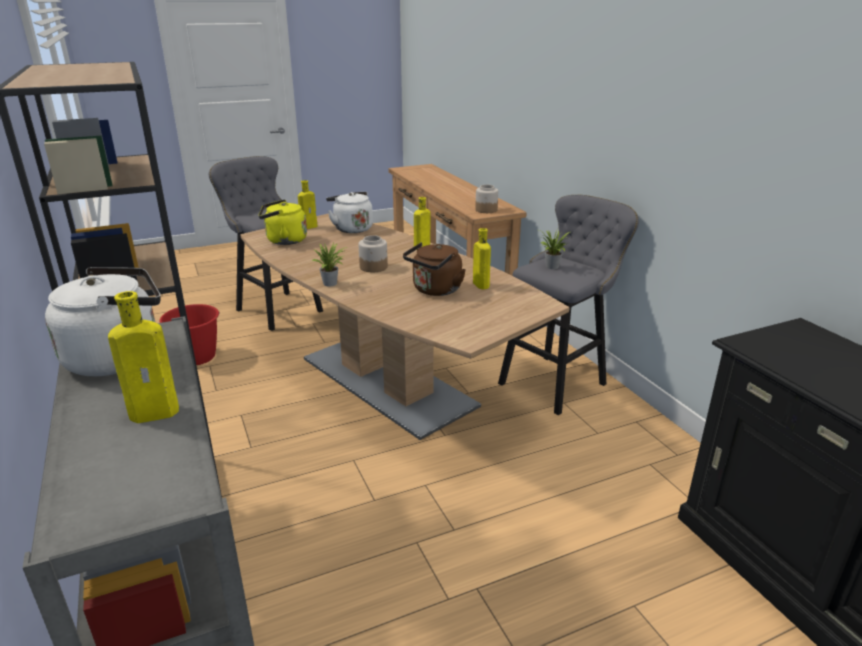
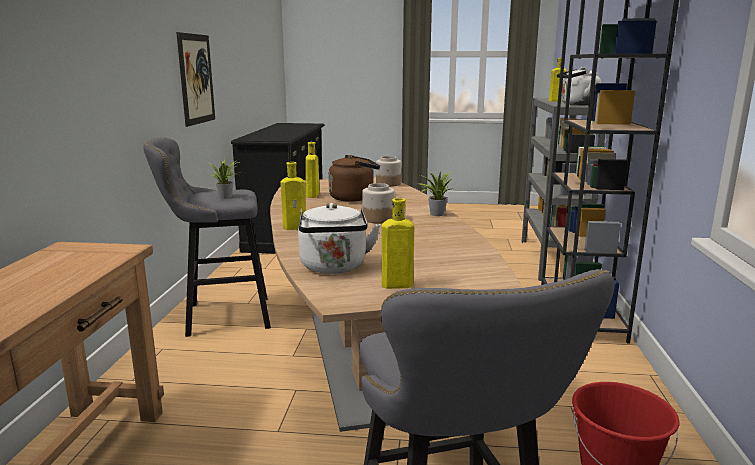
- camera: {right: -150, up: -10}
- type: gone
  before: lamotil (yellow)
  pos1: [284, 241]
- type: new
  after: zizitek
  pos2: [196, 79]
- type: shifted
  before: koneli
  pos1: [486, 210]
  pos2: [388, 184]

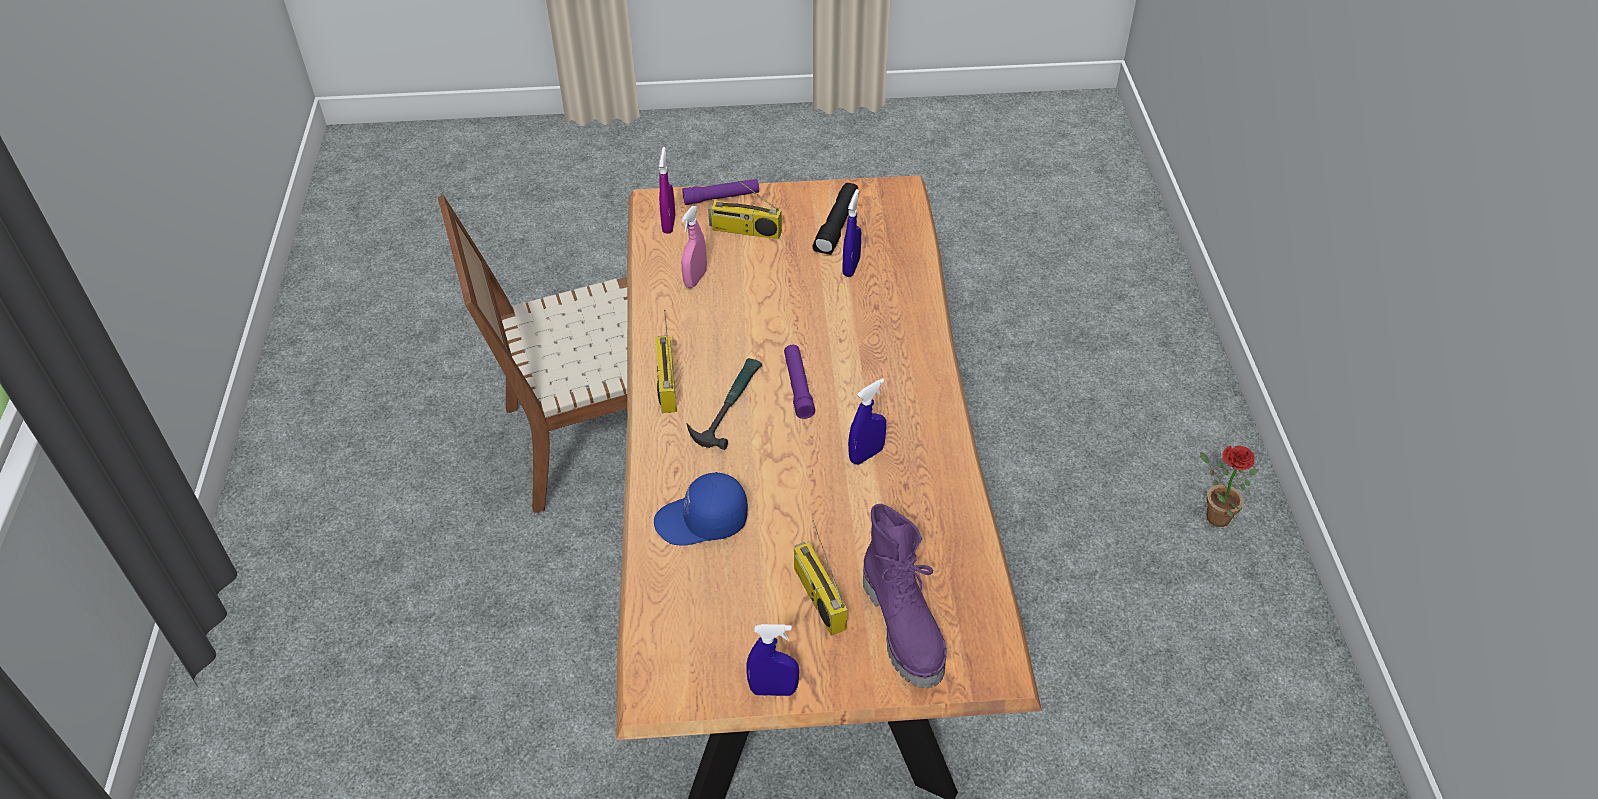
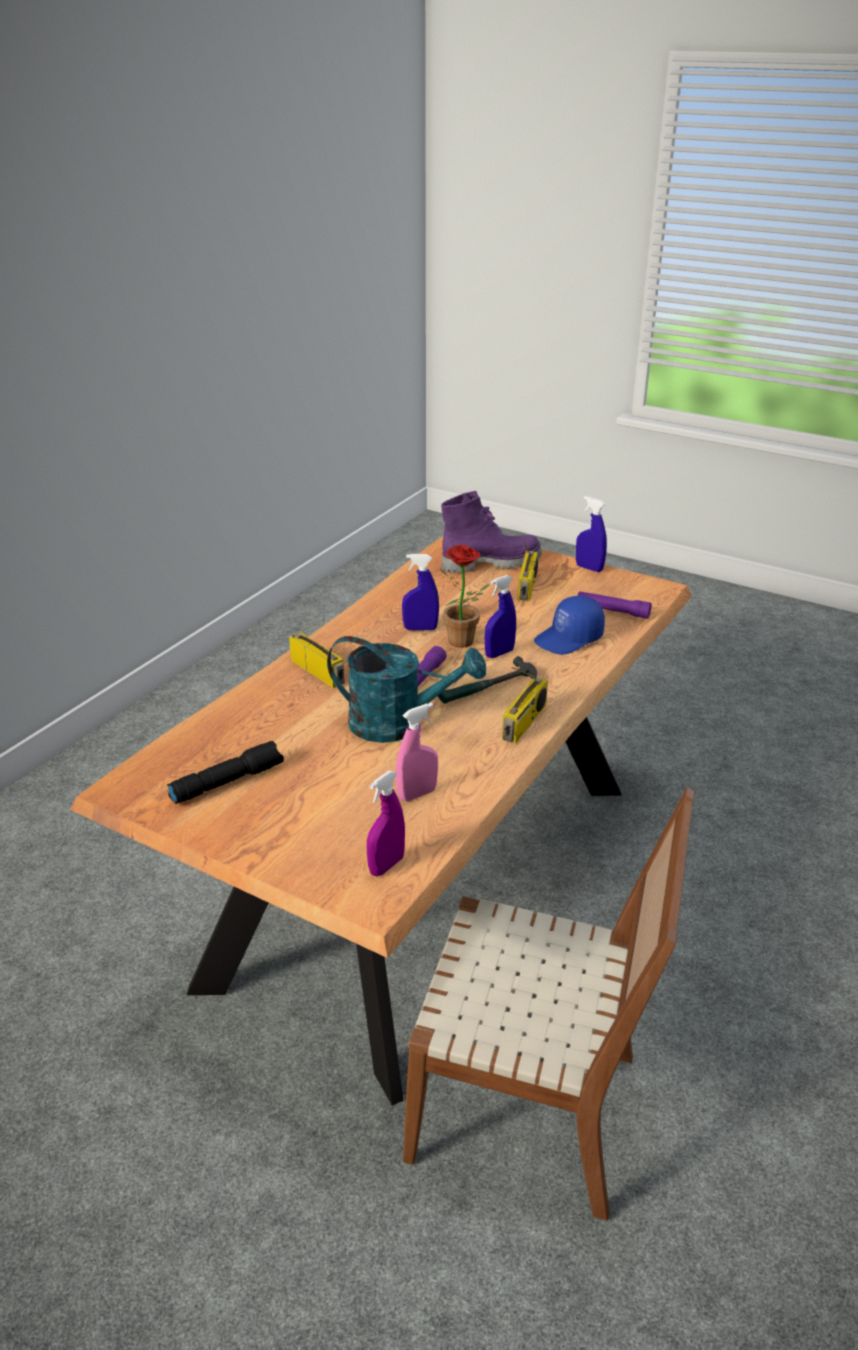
- camera: {right: -145, up: -15}
- type: new
  after: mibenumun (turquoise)
  pos2: [399, 724]
- type: shifted
  before: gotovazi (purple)
  pos1: [721, 197]
  pos2: [612, 611]
- type: shifted
  before: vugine
  pos1: [745, 231]
  pos2: [319, 672]
- type: shifted
  before: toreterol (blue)
  pos1: [851, 267]
  pos2: [499, 653]
- type: shifted
  before: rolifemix
  pos1: [1212, 515]
  pos2: [463, 644]
- type: rotated
  before: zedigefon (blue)
  pos1: [702, 521]
  pos2: [569, 639]
  turn: 120
- type: rotated
  before: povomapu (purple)
  pos1: [904, 627]
  pos2: [491, 563]
  turn: 60

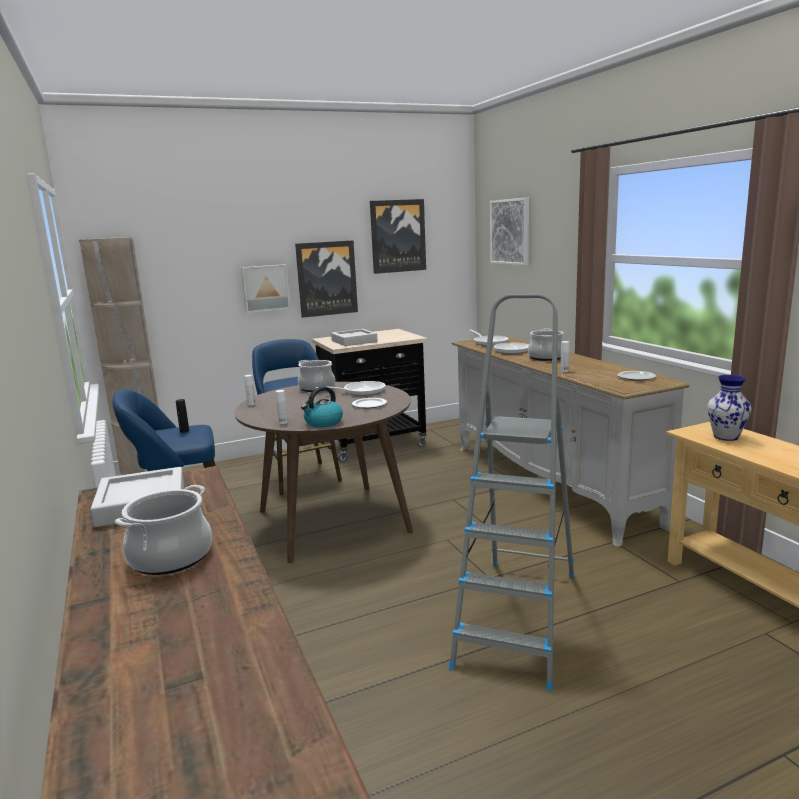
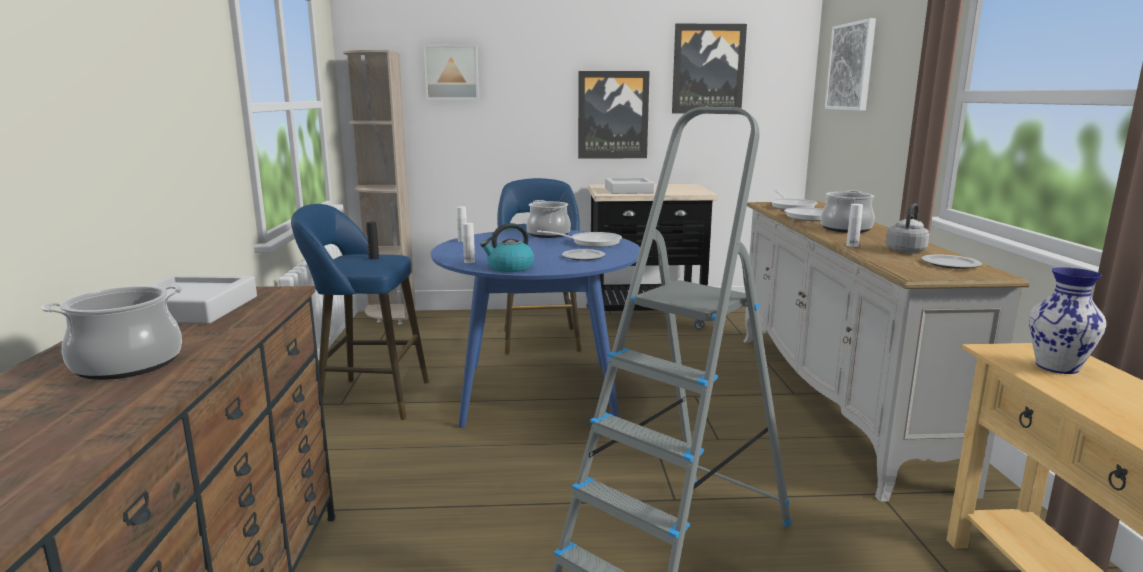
- camera: {right: 20, up: 0}
- type: new
  after: lamotil (grey)
  pos2: [906, 250]
- type: shifted
  before: zizitek
  pos1: [265, 288]
  pos2: [451, 72]
- type: repainted
  before: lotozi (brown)
  after: lotozi (blue)
  pos1: [333, 521]
  pos2: [538, 393]

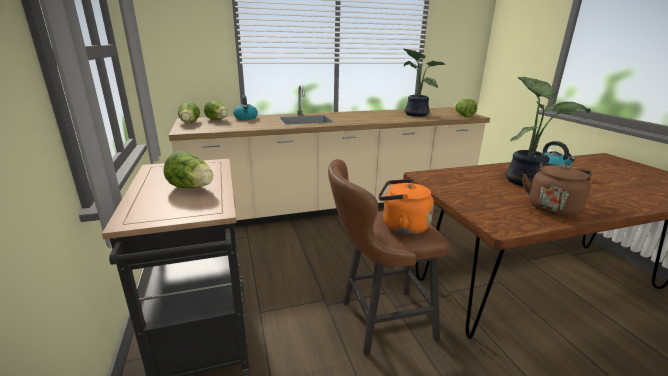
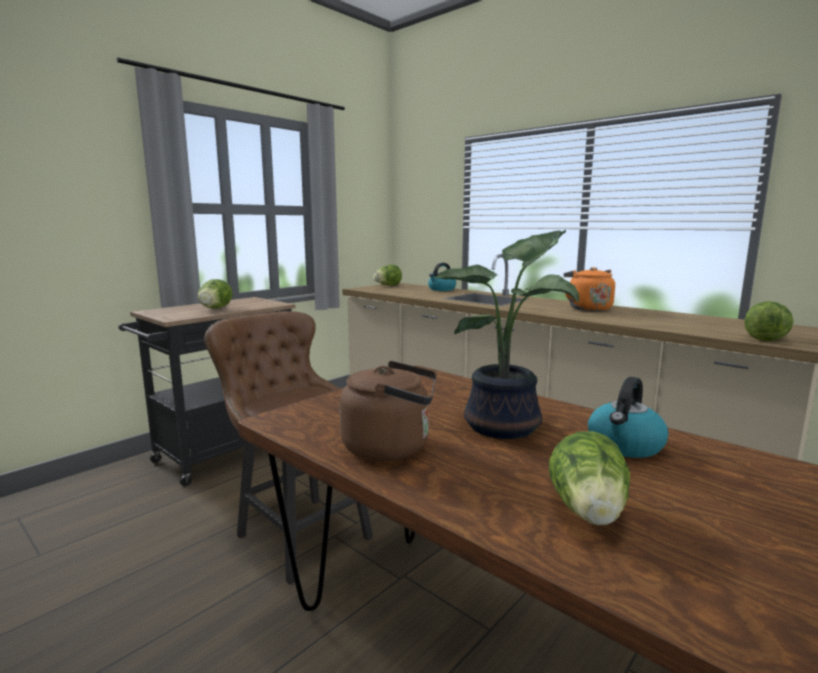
- camera: {right: 60, up: -10}
- type: gone
  before: rolifemix
  pos1: [414, 114]
- type: shifted
  before: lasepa
  pos1: [218, 120]
  pos2: [589, 513]
- type: shifted
  before: lamotil (orange)
  pos1: [402, 226]
  pos2: [587, 308]

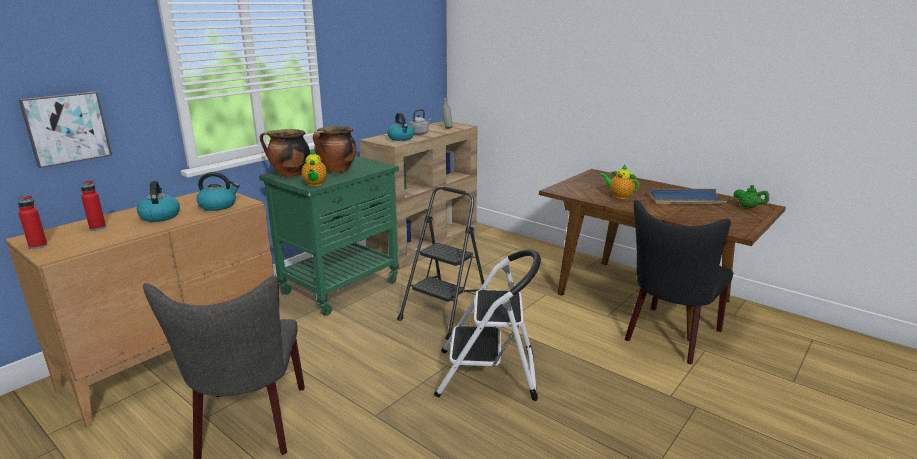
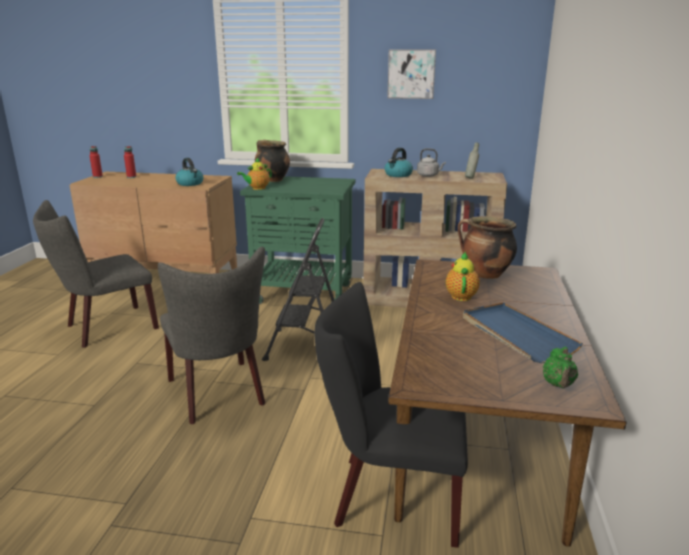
- camera: {right: 60, up: 0}
- type: gone
  before: lamotil
  pos1: [160, 216]
- type: shifted
  before: zizitek
  pos1: [66, 128]
  pos2: [411, 74]
- type: shifted
  before: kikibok
  pos1: [337, 171]
  pos2: [484, 275]
- type: swapped
  before: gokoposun
  after: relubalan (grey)
  pos1: [490, 375]
  pos2: [219, 394]

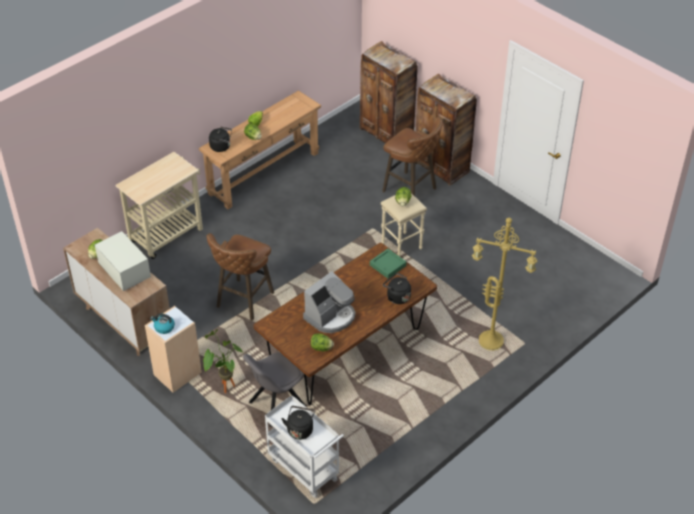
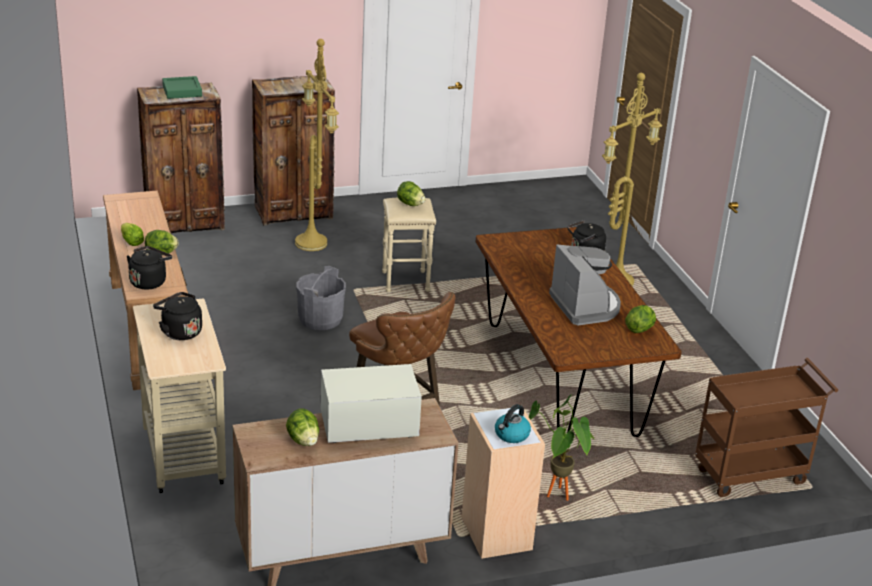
- camera: {right: -65, up: -15}
- type: gone
  before: relubalan (grey)
  pos1: [276, 404]
- type: new
  after: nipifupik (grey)
  pos2: [320, 319]
- type: shifted
  before: lamotil (black)
  pos1: [300, 429]
  pos2: [179, 332]
- type: shifted
  before: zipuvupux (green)
  pos1: [387, 265]
  pos2: [182, 91]
- type: swapped
  before: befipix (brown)
  after: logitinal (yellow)
  pos1: [411, 191]
  pos2: [313, 243]
- type: repainted
  before: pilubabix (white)
  after: pilubabix (brown)
  pos1: [305, 471]
  pos2: [752, 477]

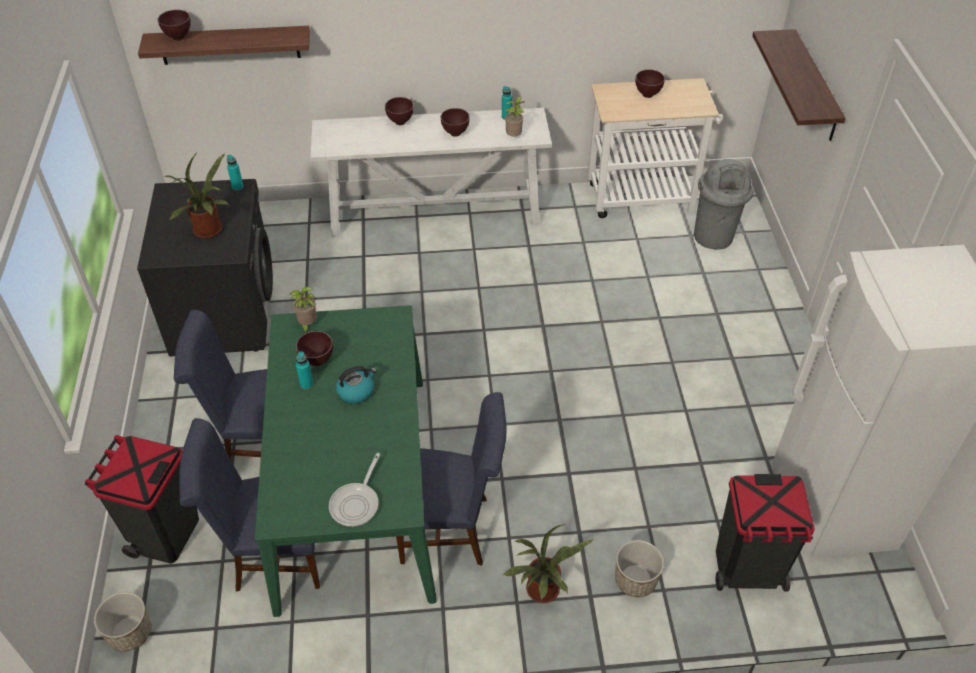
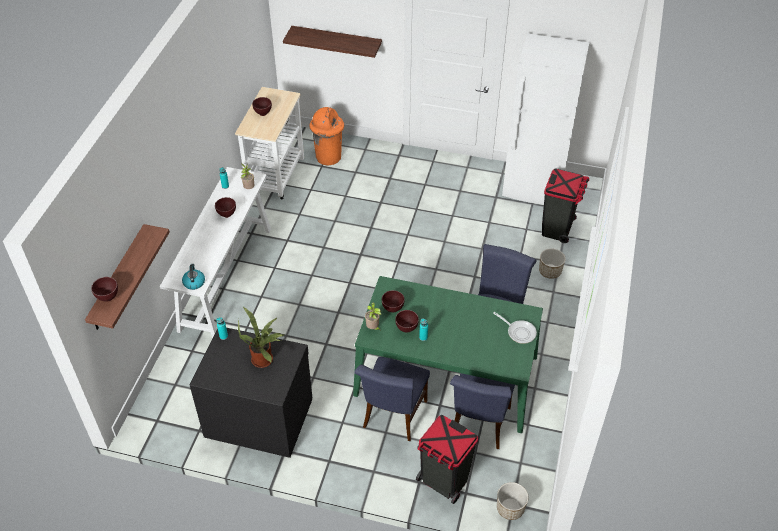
- camera: {right: -70, up: 0}
- type: gone
  before: rolifemix
  pos1: [543, 593]
- type: shifted
  before: lamotil
  pos1: [356, 391]
  pos2: [194, 282]
- type: shifted
  before: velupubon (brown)
  pos1: [399, 122]
  pos2: [393, 310]
- type: repainted
  before: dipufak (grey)
  after: dipufak (orange)
  pos1: [714, 237]
  pos2: [328, 157]

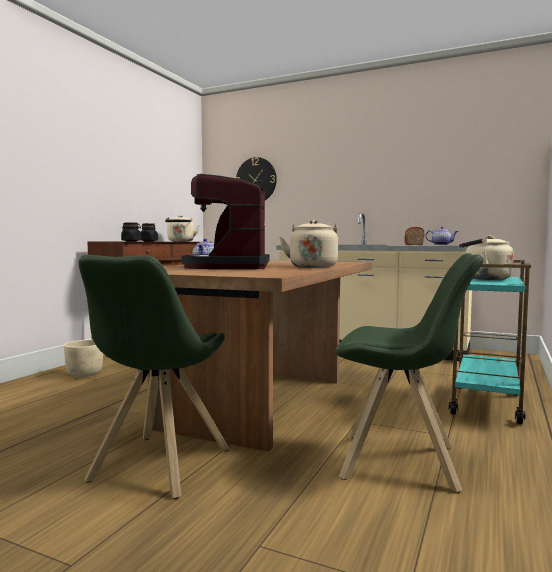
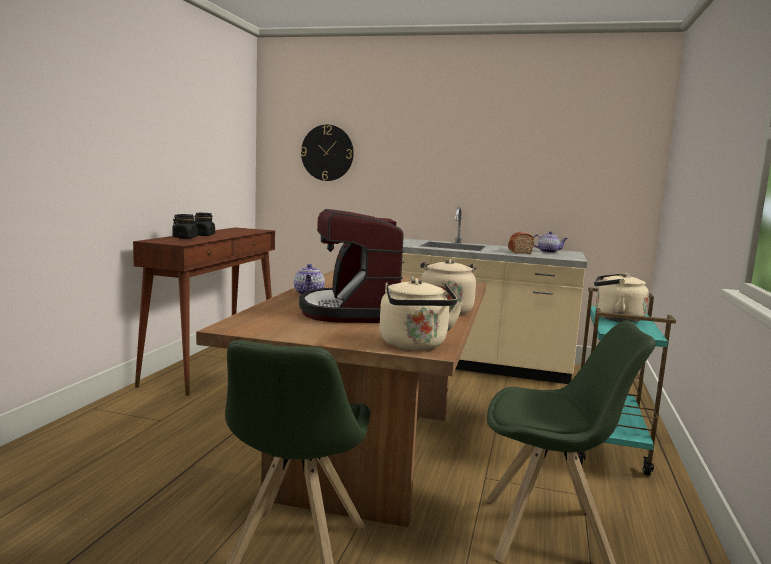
- camera: {right: -10, up: 5}
- type: gone
  before: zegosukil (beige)
  pos1: [85, 374]
- type: shifted
  before: lamotil (beige)
  pos1: [181, 241]
  pos2: [415, 345]

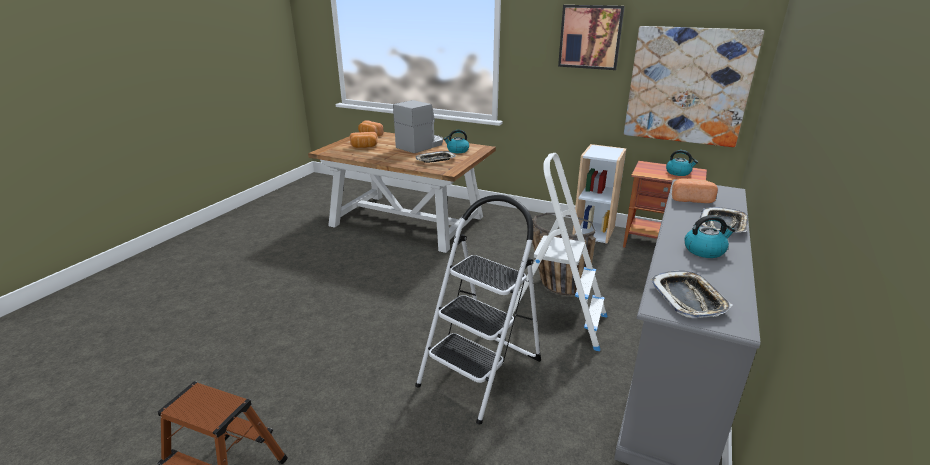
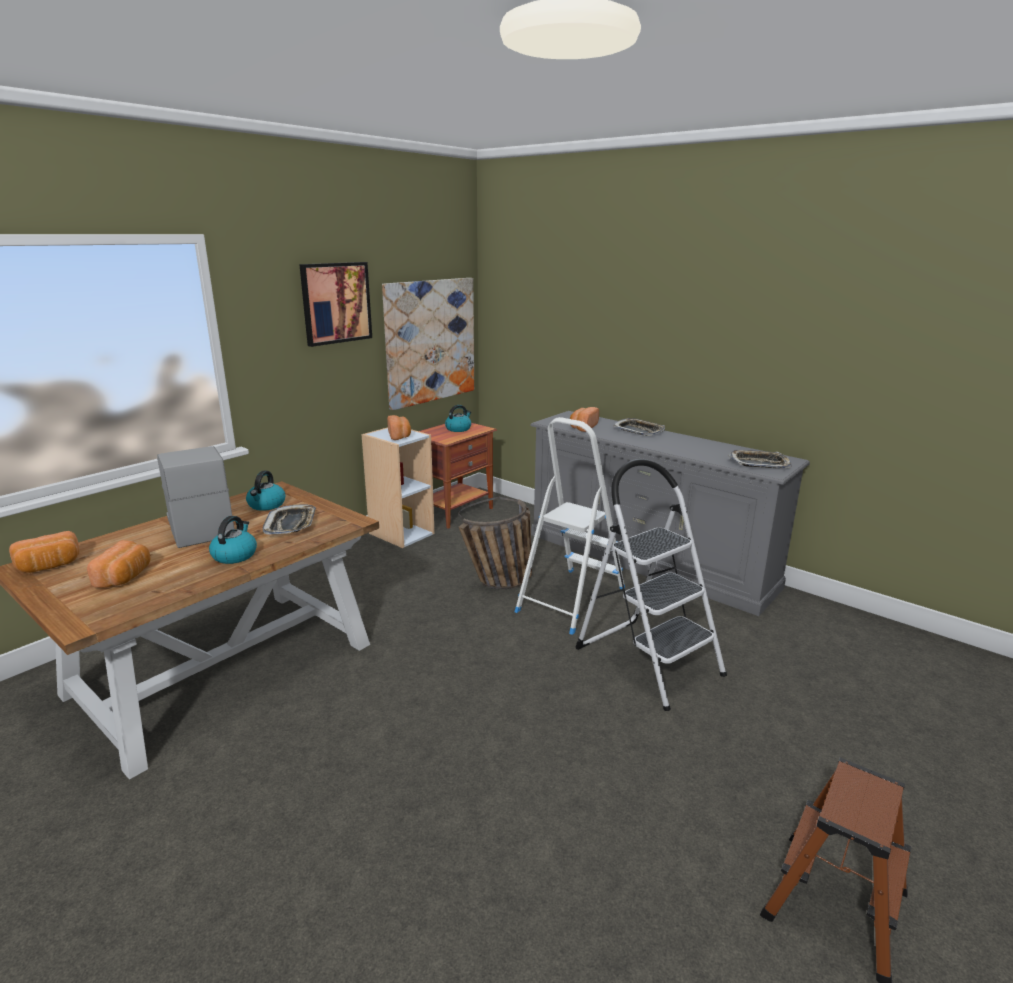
- camera: {right: -75, up: -5}
- type: new
  after: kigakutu
  pos2: [399, 436]
- type: shifted
  before: lamotil
  pos1: [704, 250]
  pos2: [235, 555]

